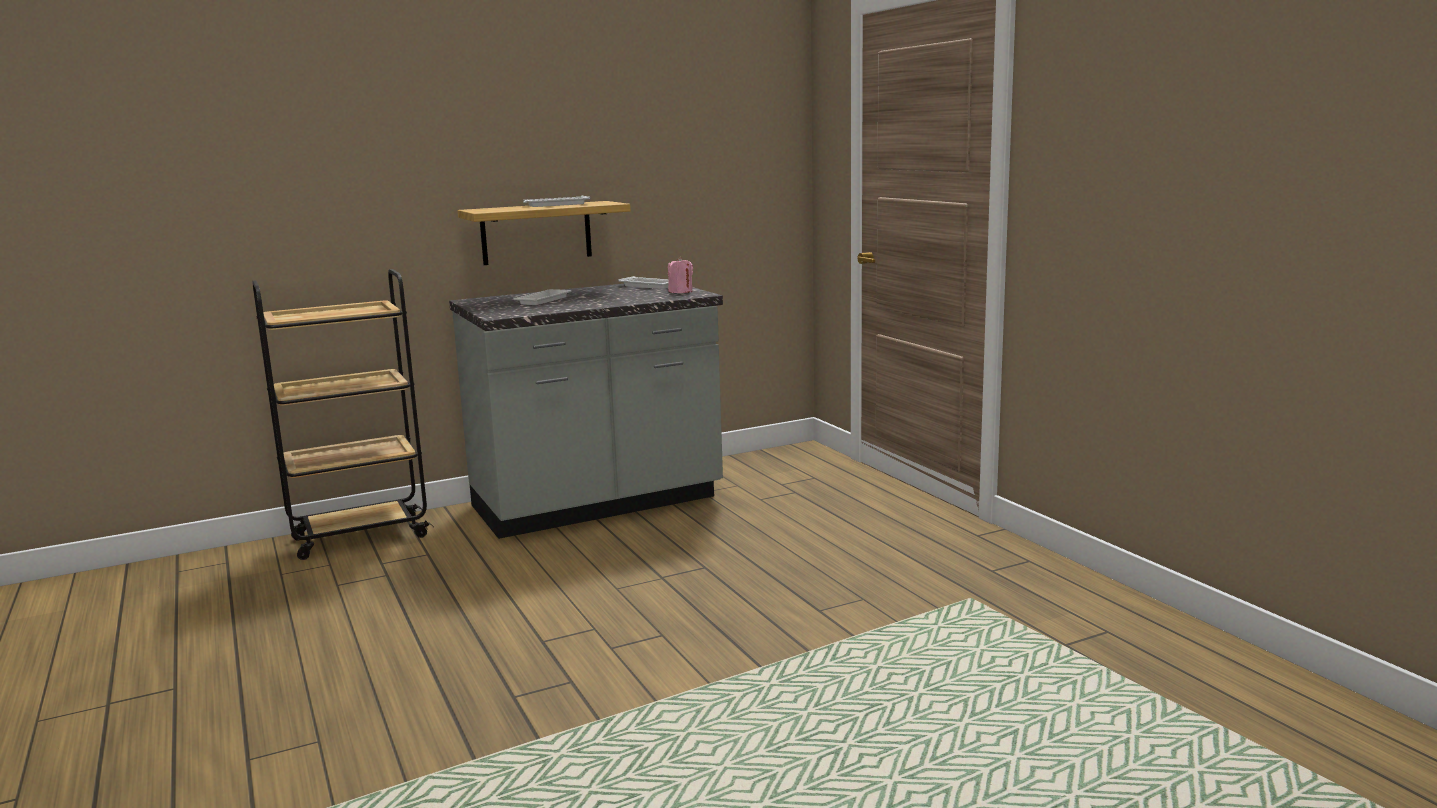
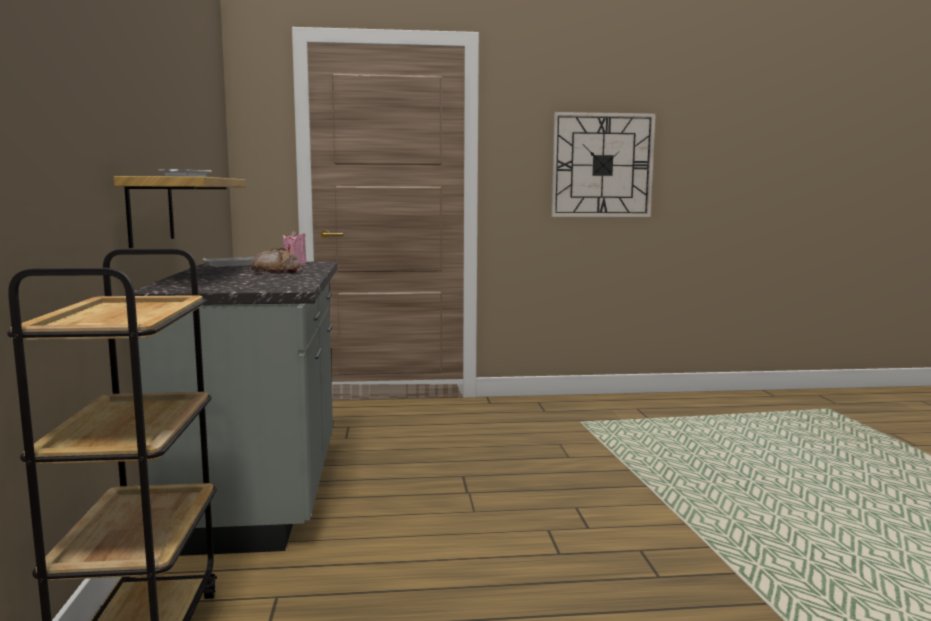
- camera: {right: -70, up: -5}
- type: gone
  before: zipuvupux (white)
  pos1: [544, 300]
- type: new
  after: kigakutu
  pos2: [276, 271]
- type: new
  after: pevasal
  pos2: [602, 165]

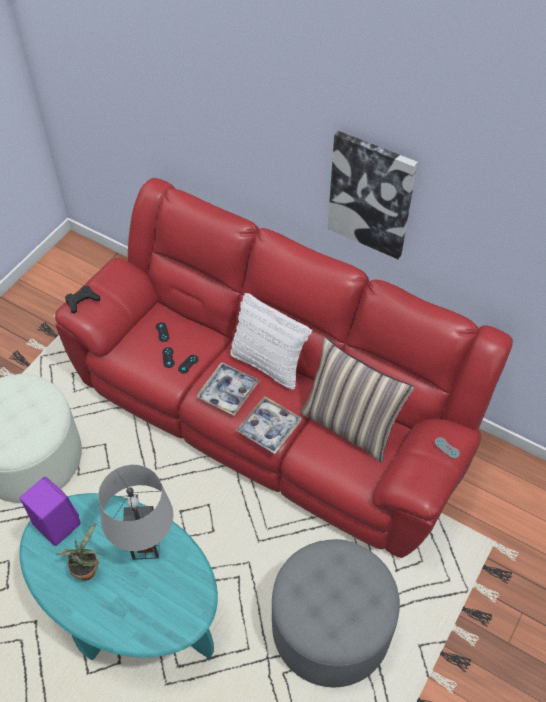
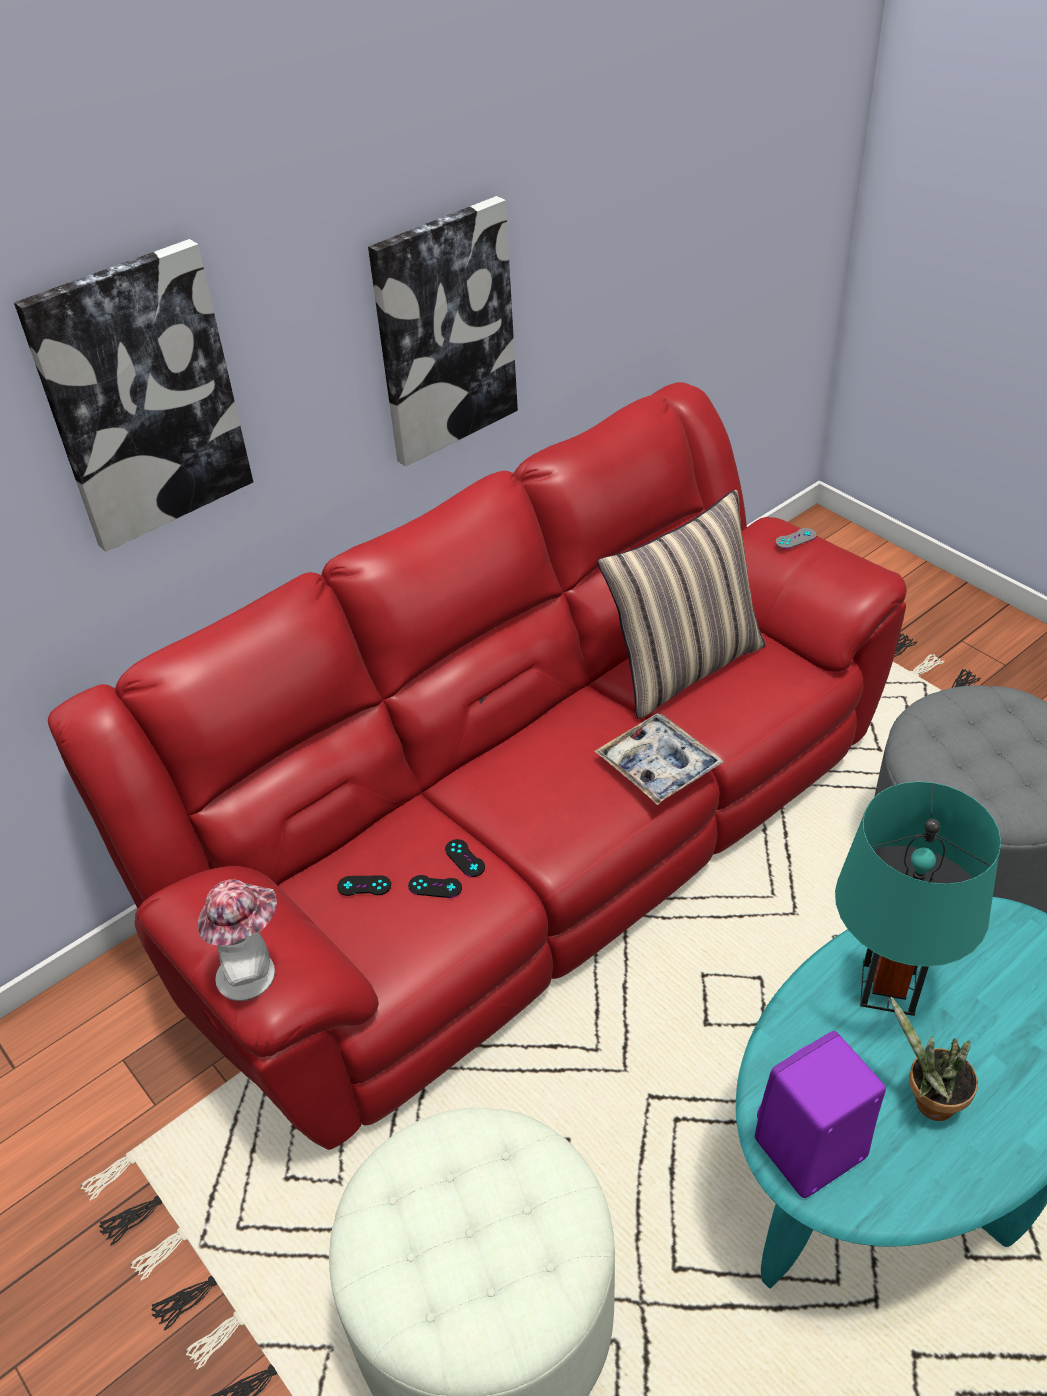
- camera: {right: -70, up: -10}
- type: gone
  before: zipuvupux
  pos1: [228, 392]
- type: gone
  before: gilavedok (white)
  pos1: [269, 364]
- type: new
  after: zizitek
  pos2: [141, 398]
- type: swapped
  before: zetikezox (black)
  after: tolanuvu
  pos1: [82, 301]
  pos2: [254, 972]
- type: repainted
  before: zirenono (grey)
  after: zirenono (turquoise)
  pos1: [145, 547]
  pos2: [888, 988]

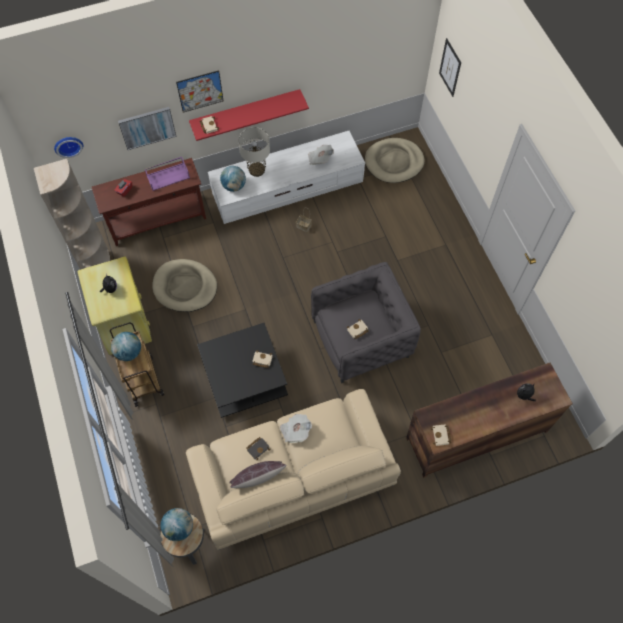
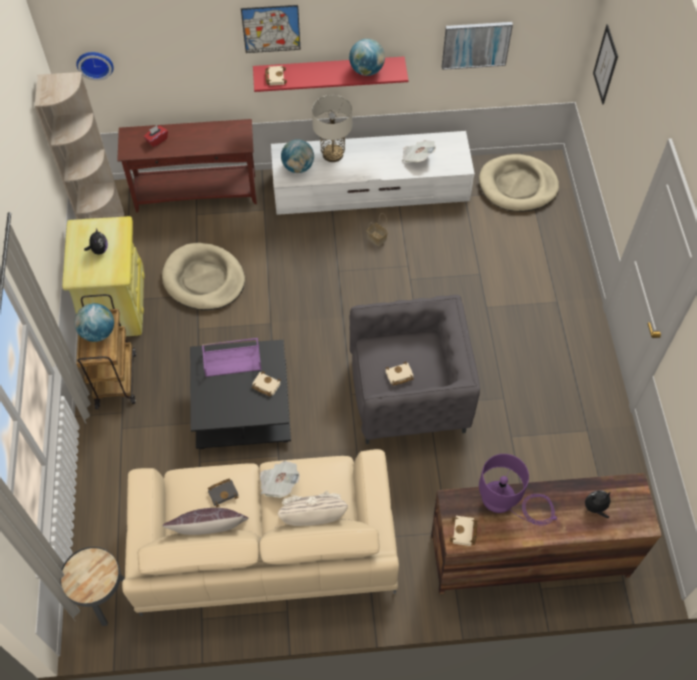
- camera: {right: 15, up: -5}
- type: new
  after: gilavedok (beige)
  pos2: [313, 521]
- type: new
  after: zirenono (purple)
  pos2: [512, 504]
- type: shifted
  before: zizitek
  pos1: [147, 127]
  pos2: [476, 44]
- type: shifted
  before: zipuvupux (purple)
  pos1: [168, 176]
  pos2: [233, 360]
- type: shifted
  before: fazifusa
  pos1: [179, 527]
  pos2: [366, 70]

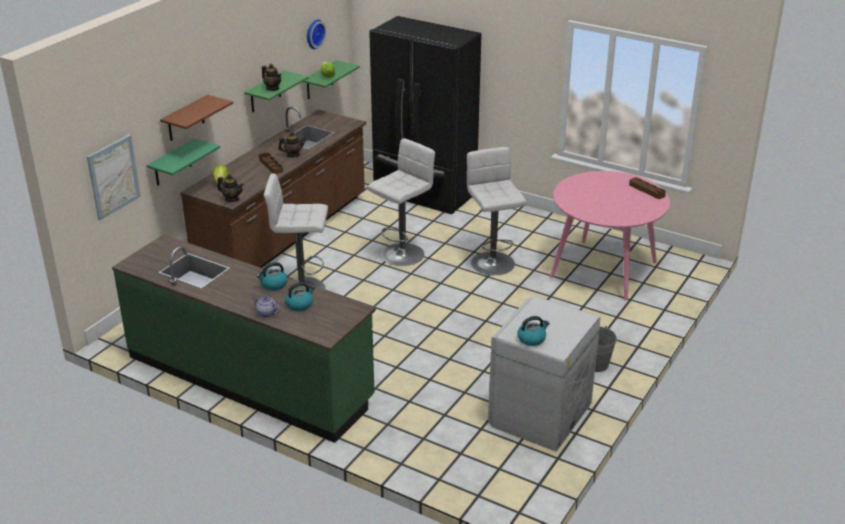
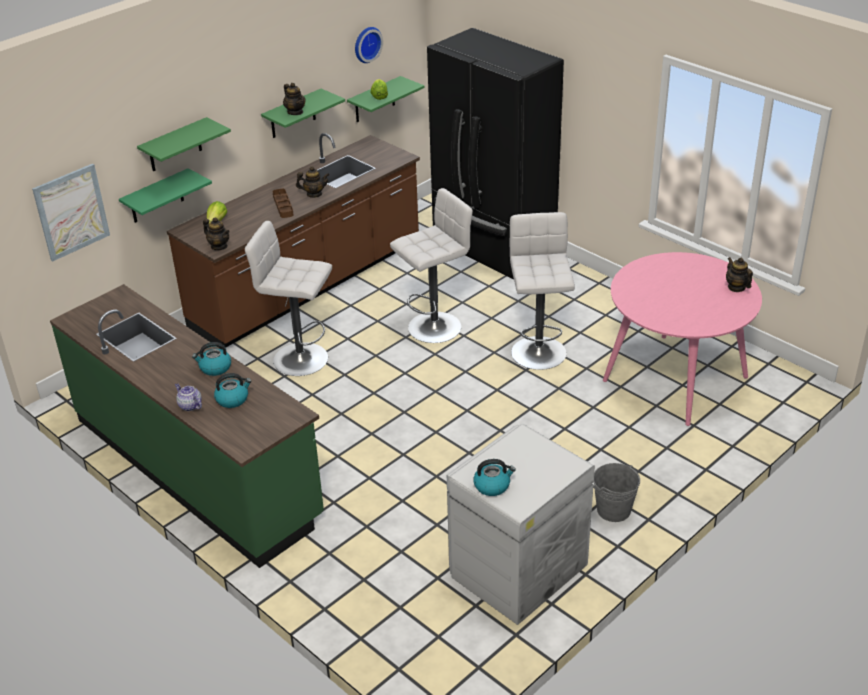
- camera: {right: 15, up: 5}
- type: swapped
  before: zipuvupux (brown)
  after: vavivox
  pos1: [647, 190]
  pos2: [736, 287]
- type: repainted
  before: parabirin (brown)
  after: parabirin (green)
  pos1: [185, 119]
  pos2: [174, 145]

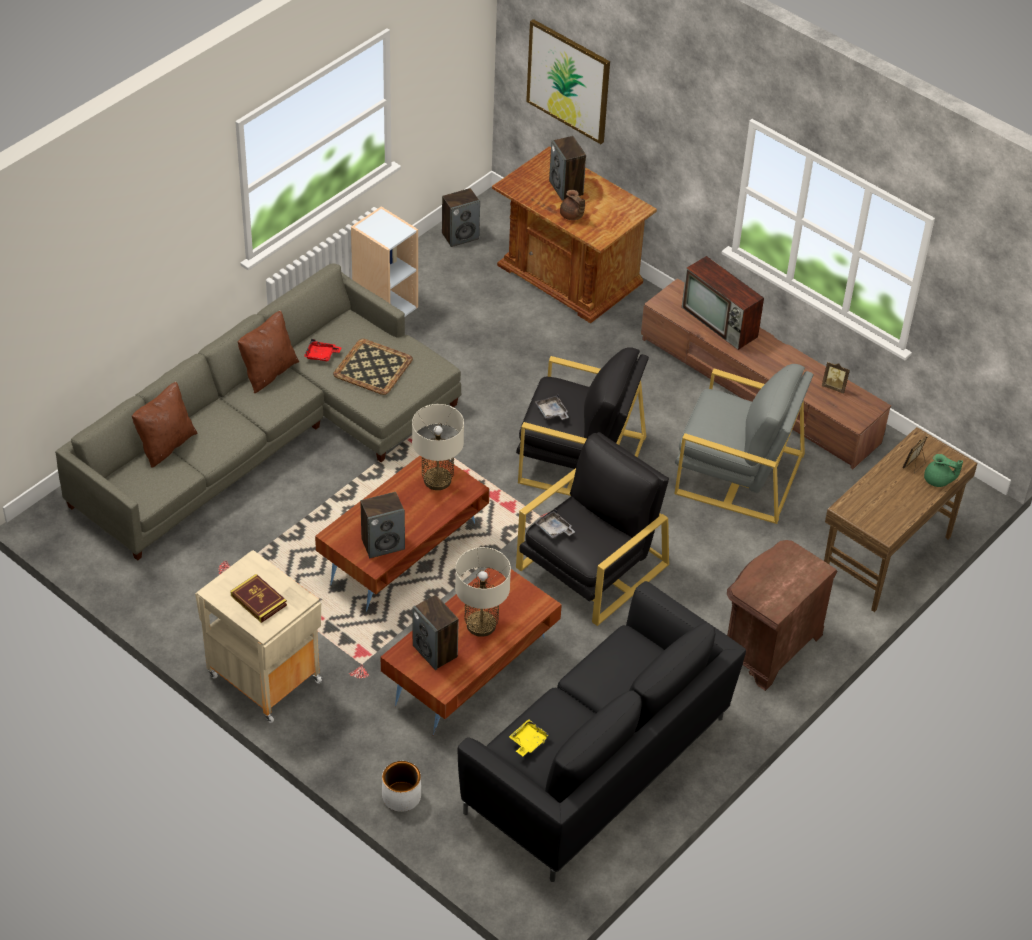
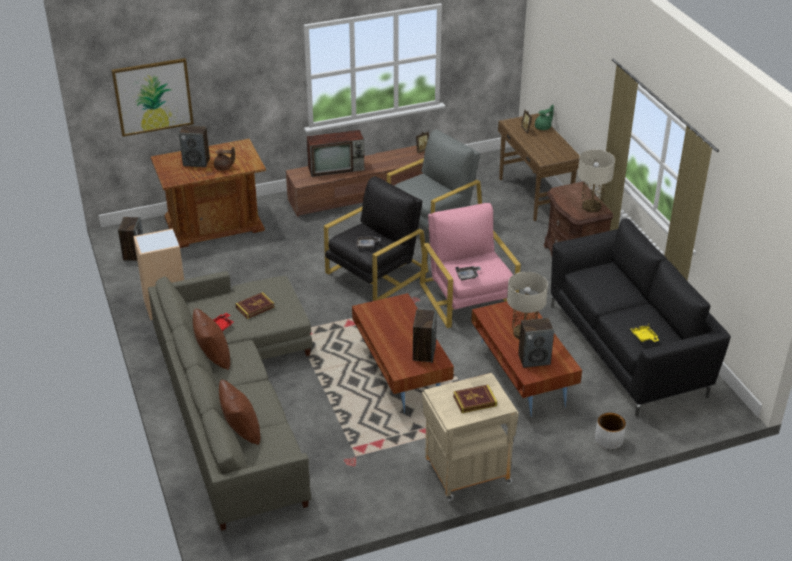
- camera: {right: -60, up: -10}
- type: shifted
  before: zirenono
  pos1: [437, 480]
  pos2: [591, 207]
- type: swapped
  before: zipuvupux
  after: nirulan
  pos1: [373, 368]
  pos2: [255, 307]
- type: repainted
  before: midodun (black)
  after: midodun (pink)
  pos1: [591, 567]
  pos2: [468, 298]

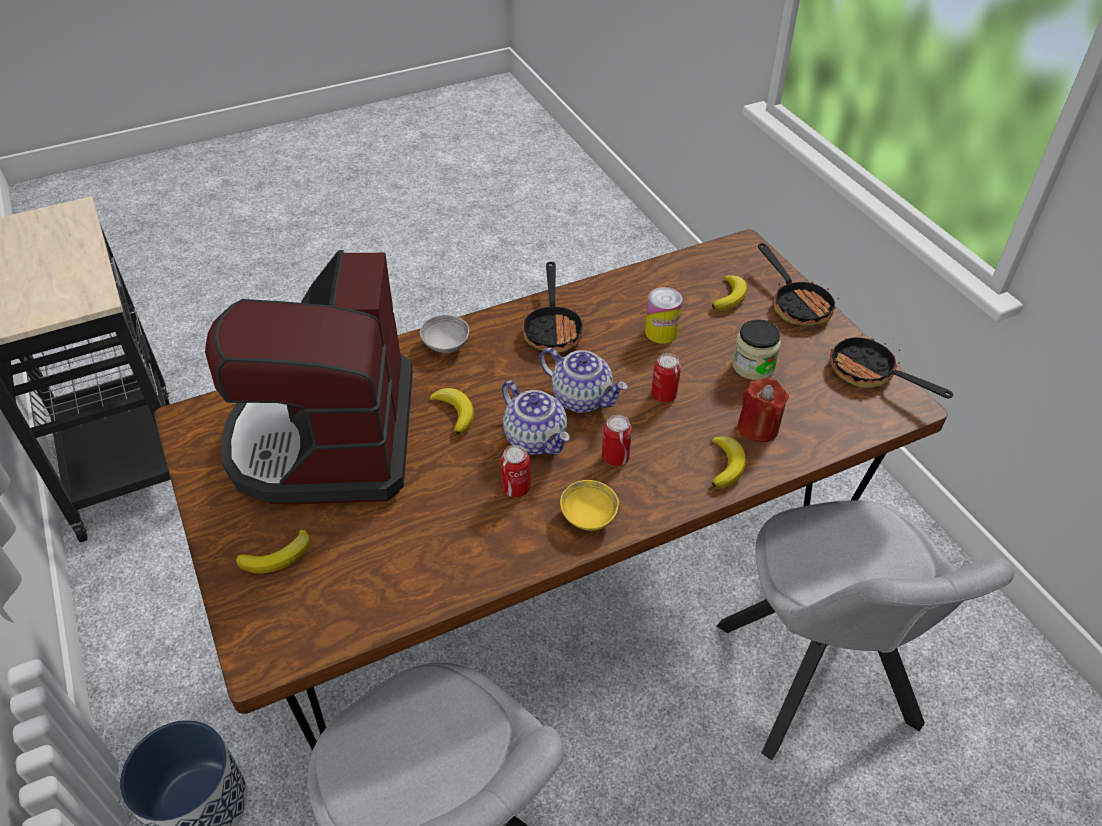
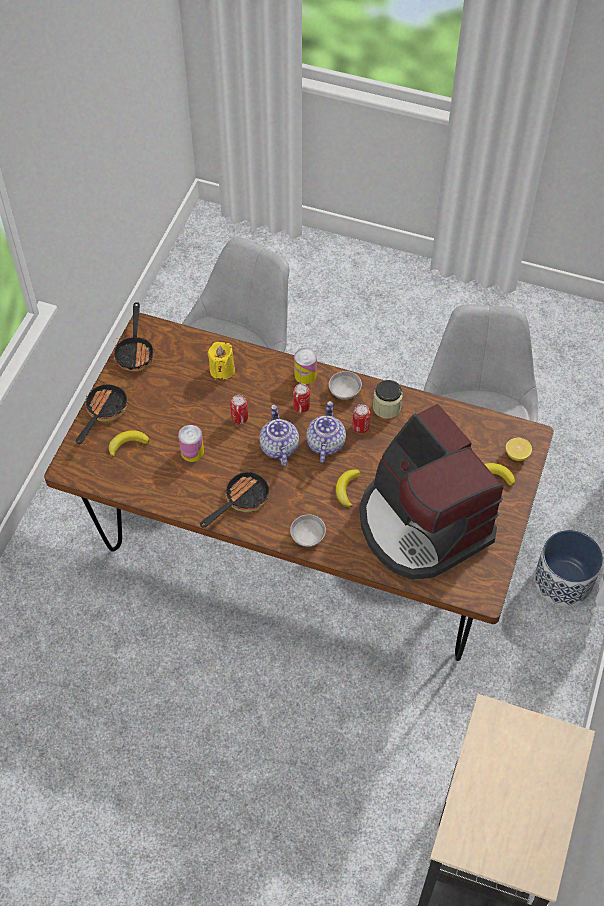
- camera: {right: -135, up: 10}
- type: gone
  before: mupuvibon
  pos1: [726, 464]
- type: new
  after: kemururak
  pos2: [305, 375]
- type: new
  after: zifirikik
  pos2: [517, 455]
- type: shifted
  before: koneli
  pos1: [753, 366]
  pos2: [386, 407]
- type: repainted
  before: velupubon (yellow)
  after: velupubon (grey)
  pos1: [588, 516]
  pos2: [344, 391]
- type: repainted
  before: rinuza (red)
  after: rinuza (yellow)
  pos1: [758, 427]
  pos2: [222, 370]
- type: rotated
  before: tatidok
  pos1: [327, 438]
  pos2: [422, 524]
  turn: 105

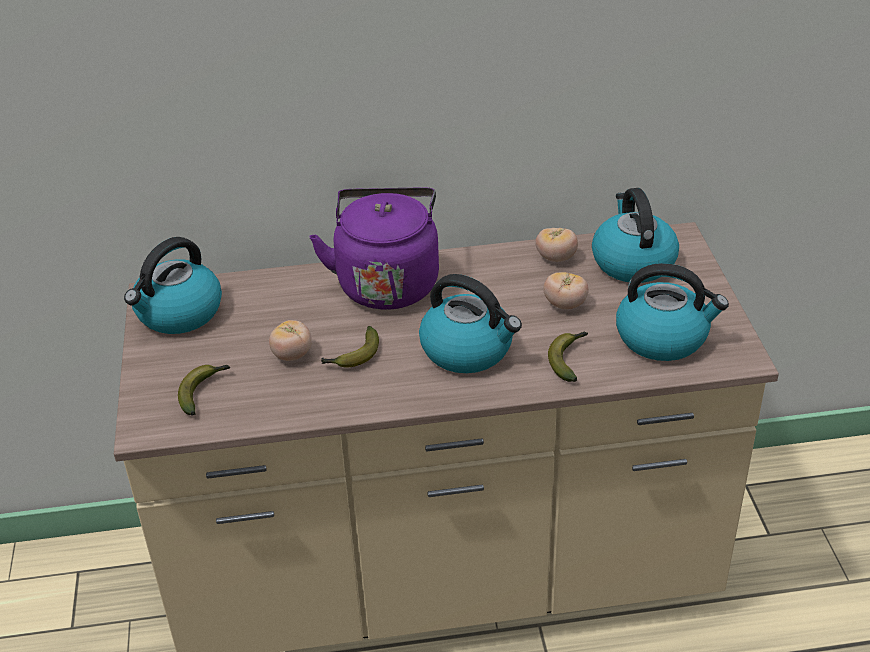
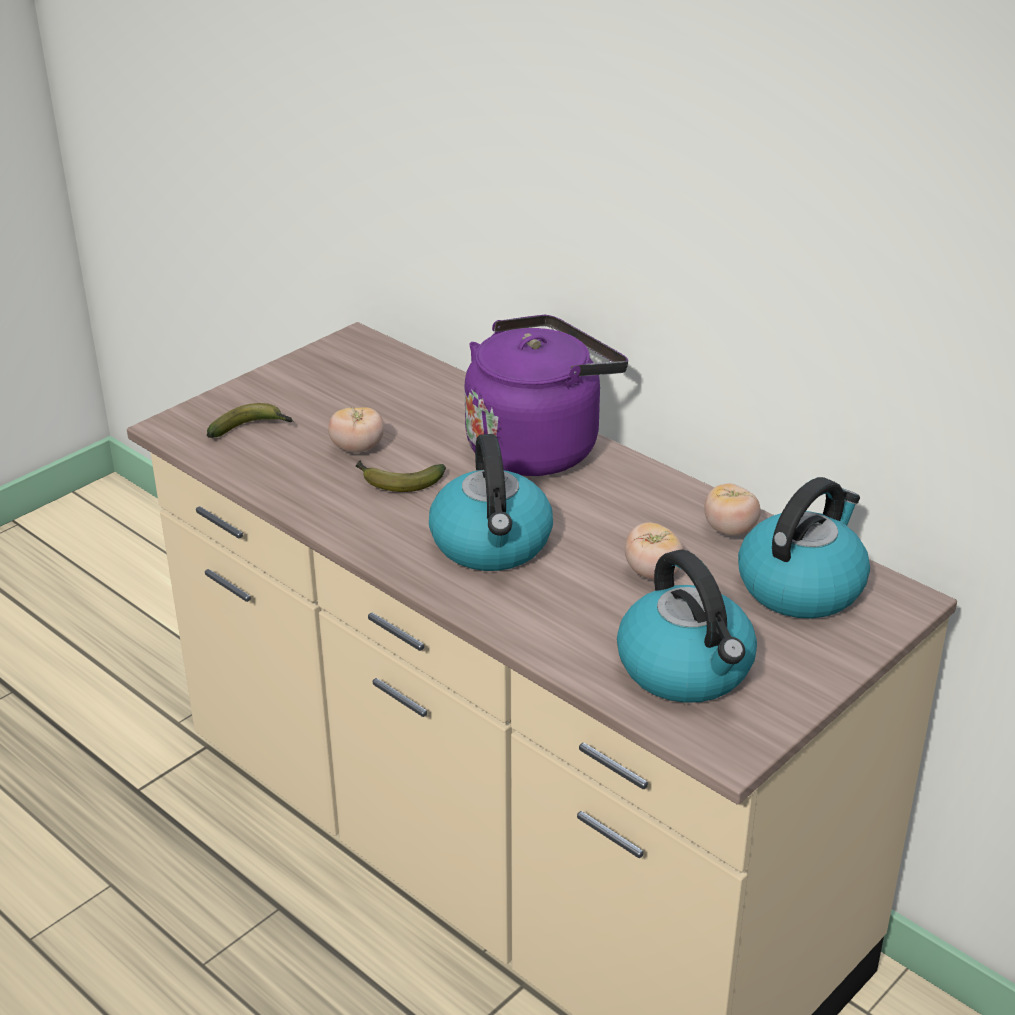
- camera: {right: 50, up: -5}
- type: gone
  before: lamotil
  pos1: [178, 313]
- type: gone
  before: mupuvibon
  pos1: [569, 359]

